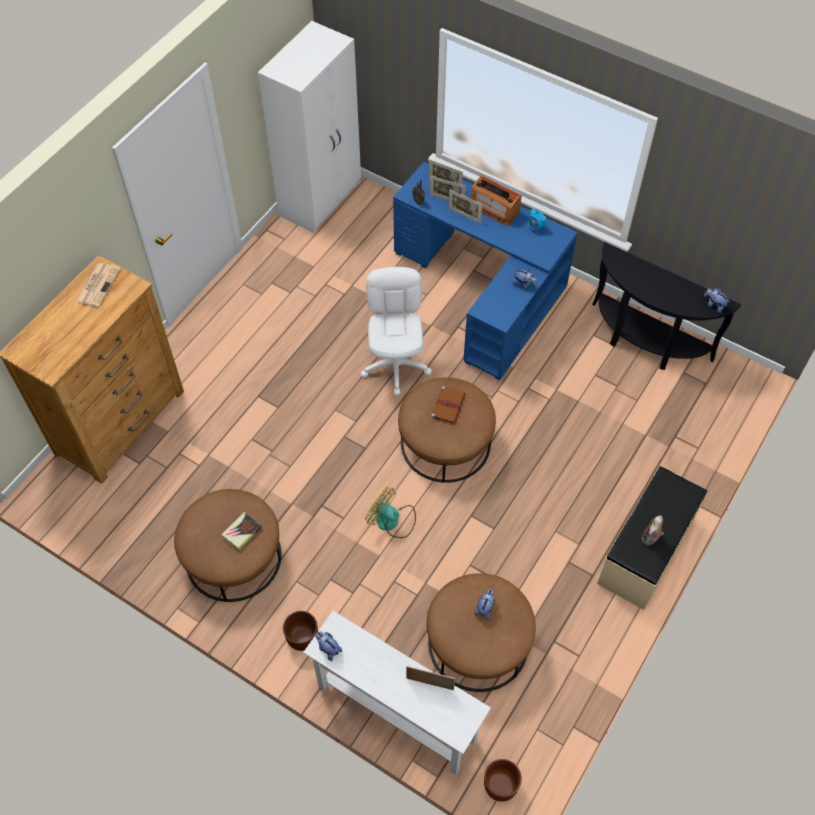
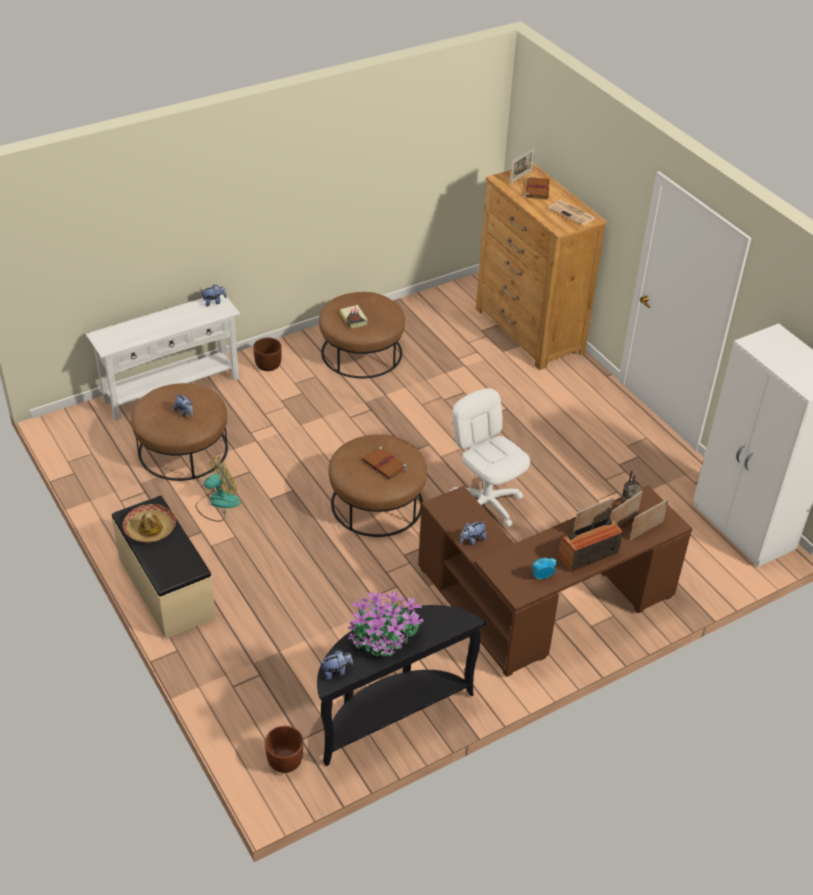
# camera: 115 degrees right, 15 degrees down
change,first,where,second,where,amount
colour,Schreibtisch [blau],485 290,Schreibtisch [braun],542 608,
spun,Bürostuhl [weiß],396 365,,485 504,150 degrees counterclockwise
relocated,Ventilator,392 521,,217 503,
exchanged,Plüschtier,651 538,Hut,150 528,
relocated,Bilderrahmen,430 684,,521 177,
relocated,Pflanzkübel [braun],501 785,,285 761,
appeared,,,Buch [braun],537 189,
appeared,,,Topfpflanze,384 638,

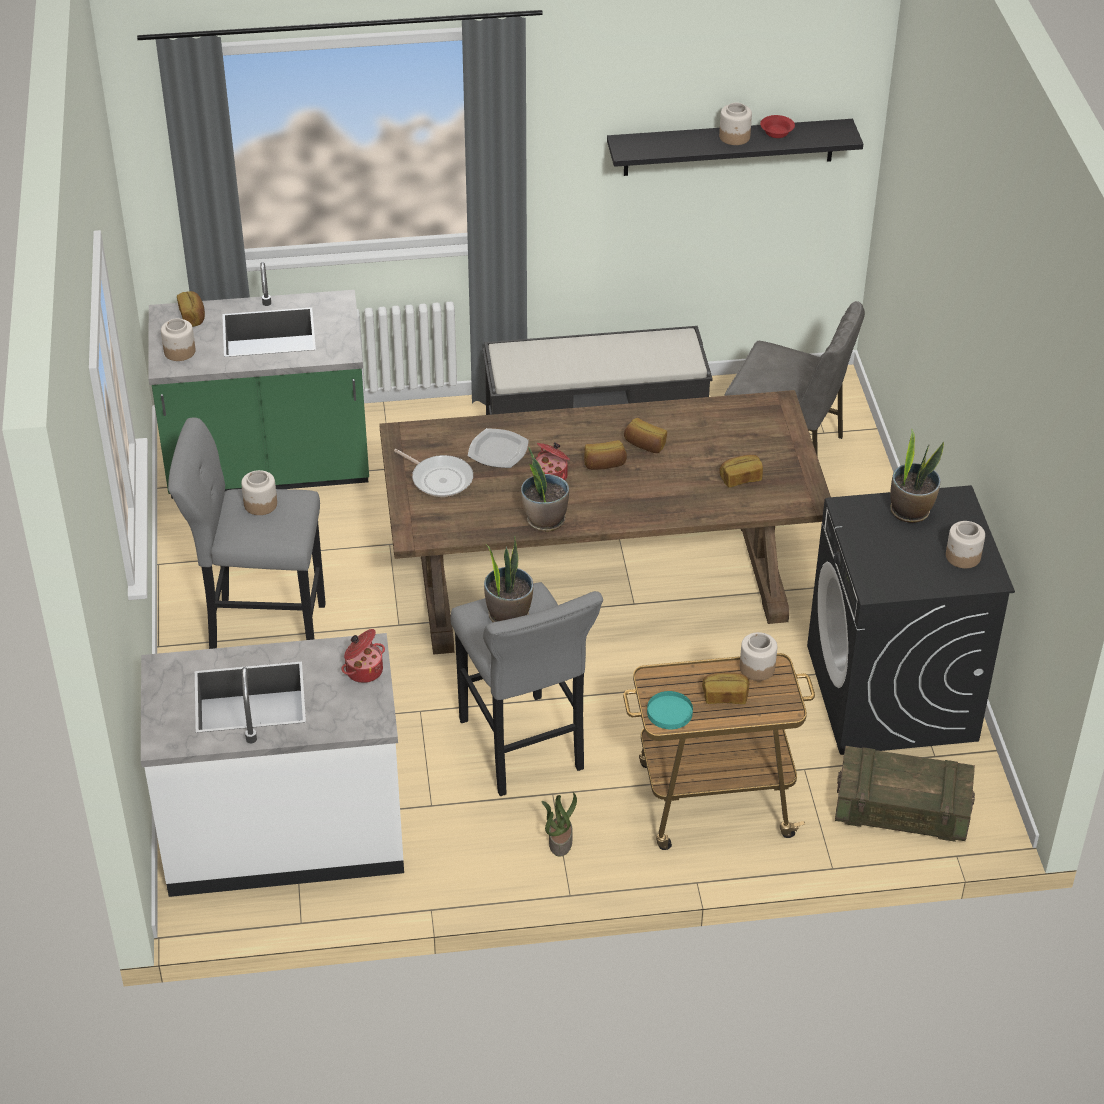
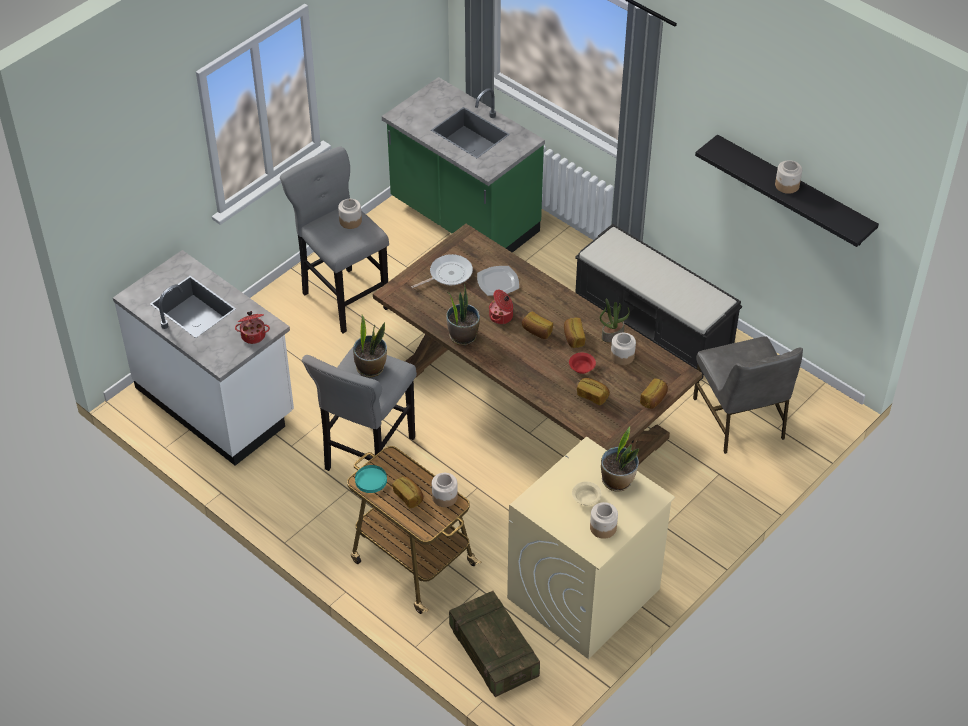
# camera: 50 degrees right, 5 degrees up
change,first,where,second,where,amount
relocated,Schüssel [rot],776 133,,581 367,
relocated,Brot,192 317,,654 399,
relocated,Vorratsglas,179 351,,622 356,
spun,Pfanne,439 479,,448 274,120 degrees counterclockwise
colour,Waschmaschine [schwarz],892 694,Waschmaschine [beige],583 594,
relocated,Topfpflanze,560 841,,612 334,
appeared,,,Schüssel [beige],586 497,

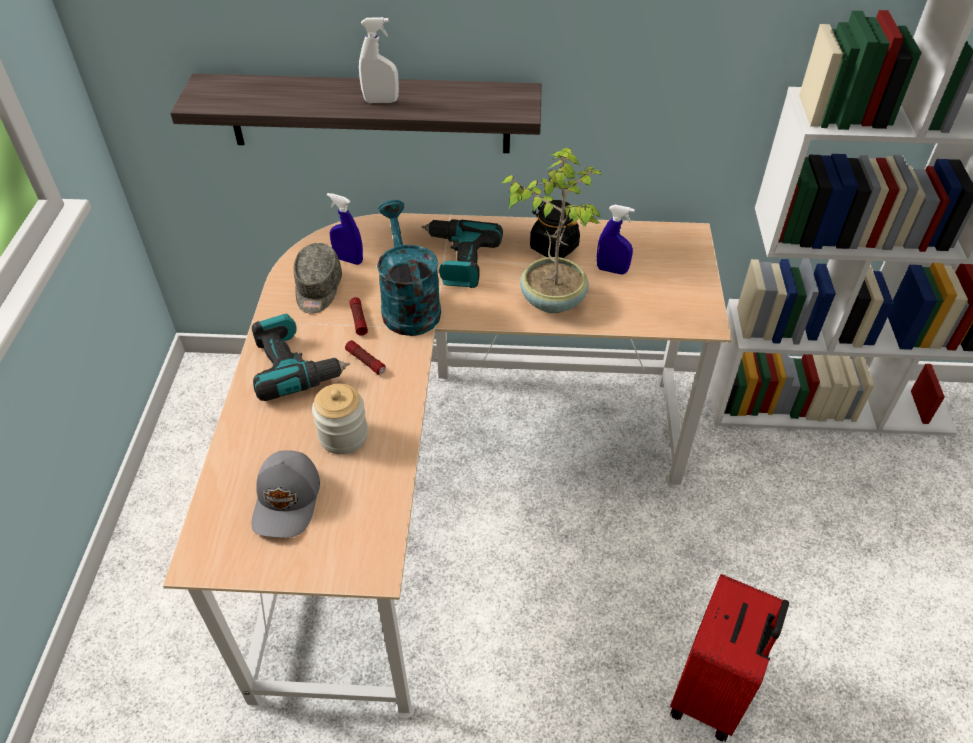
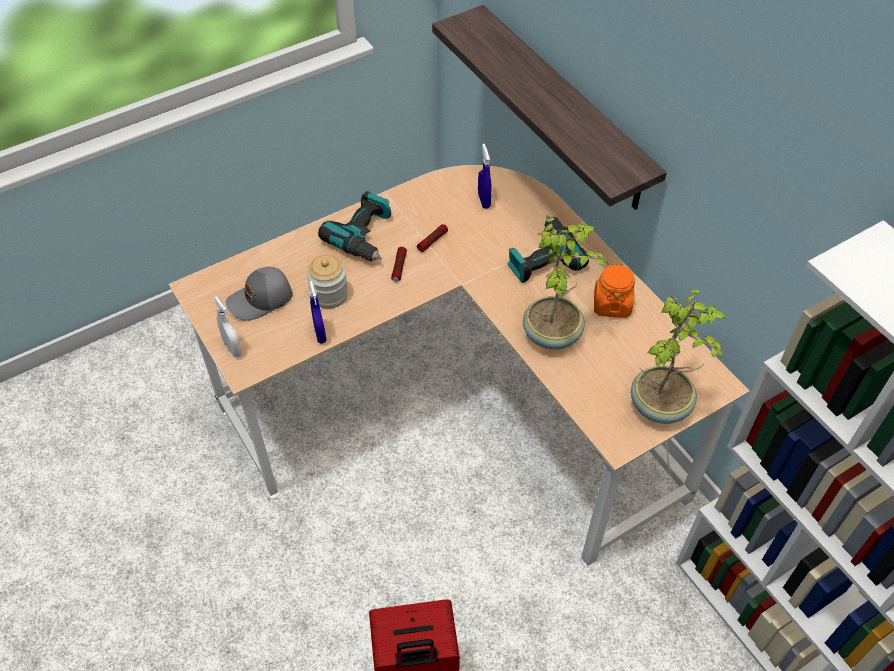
# camera: 55 degrees right, 5 degrees up
change,first,where,second,where,amount
relocated,Sprühflasche [weiß],381 101,,233 348,
missing,Gießkanne [türkis],408 304,,,
colour,Vorratsglas [schwarz],553 247,Vorratsglas [orange],611 304,
relocated,Sprühflasche [blau],612 270,,320 334,
missing,Kappe [grau],318 289,,,
appeared,,,Topfpflanze,661 405,

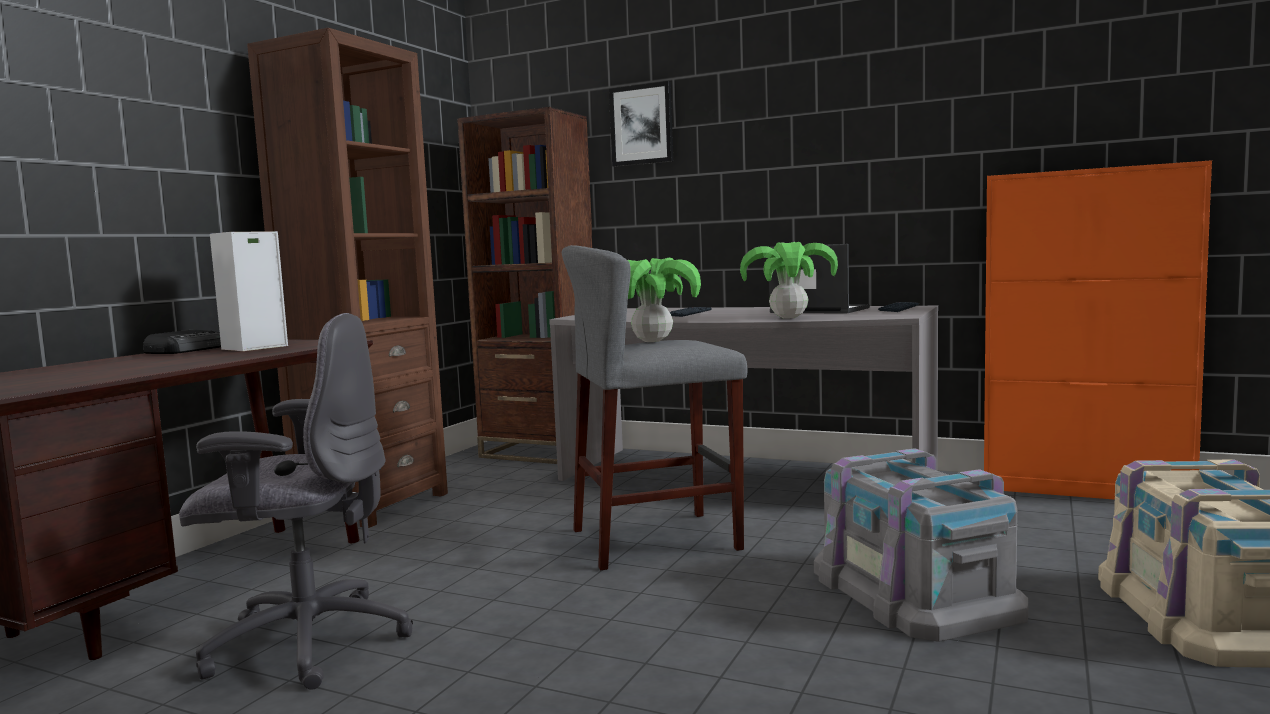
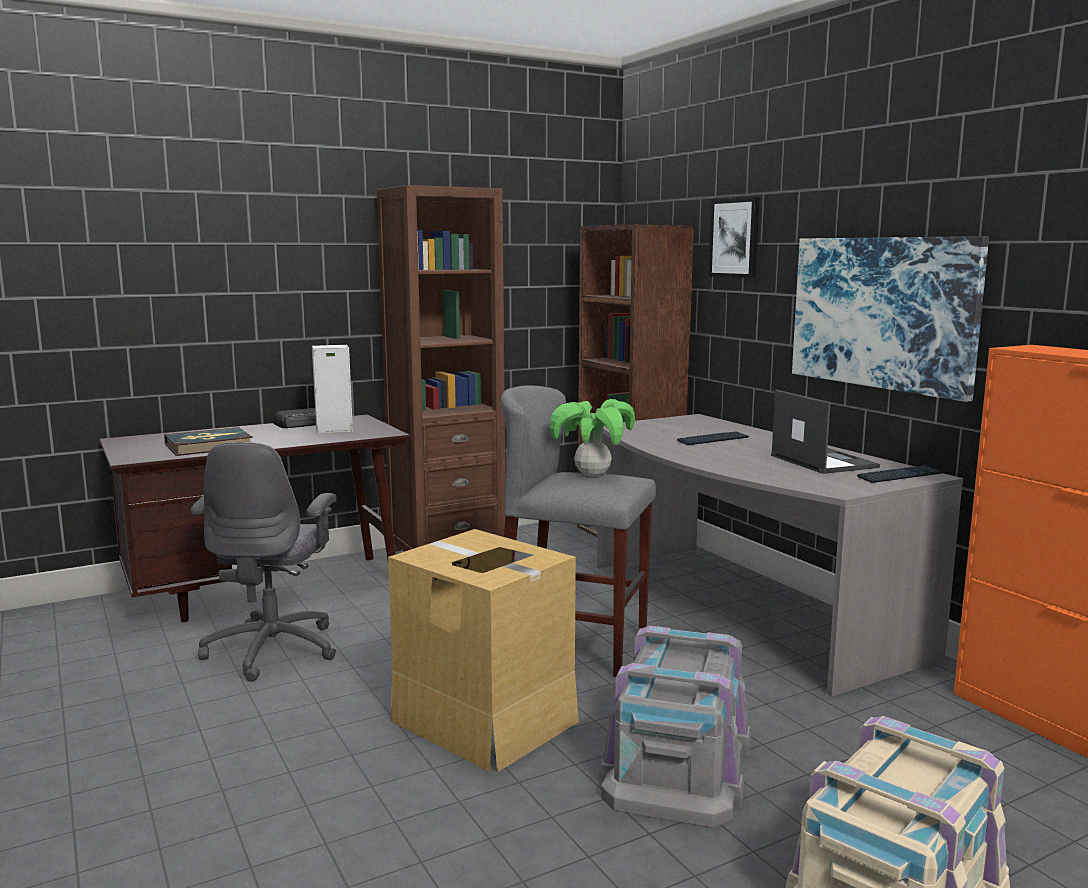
# camera: 35 degrees right, 5 degrees up
change,first,where,second,where,amount
missing,Topfpflanze,788 317,,,
spun,Bürostuhl [grau],306 643,,274 649,60 degrees clockwise
appeared,,,Bild,882 312,
appeared,,,Buch,209 446,
appeared,,,Karton,483 721,

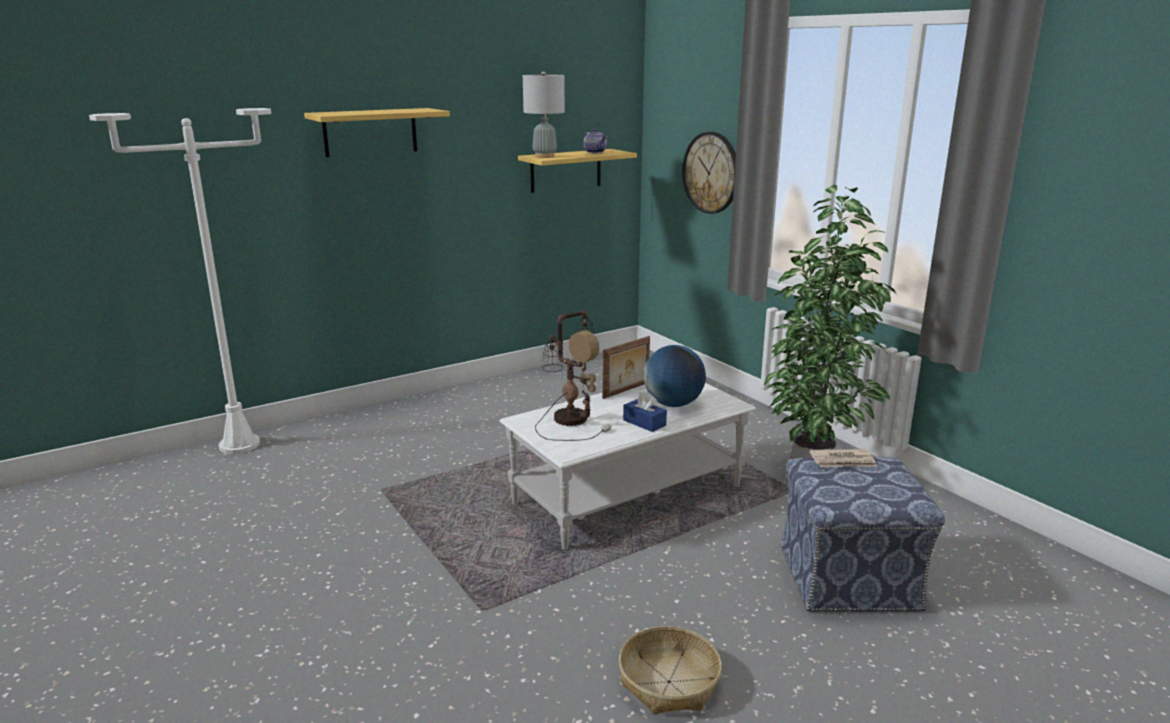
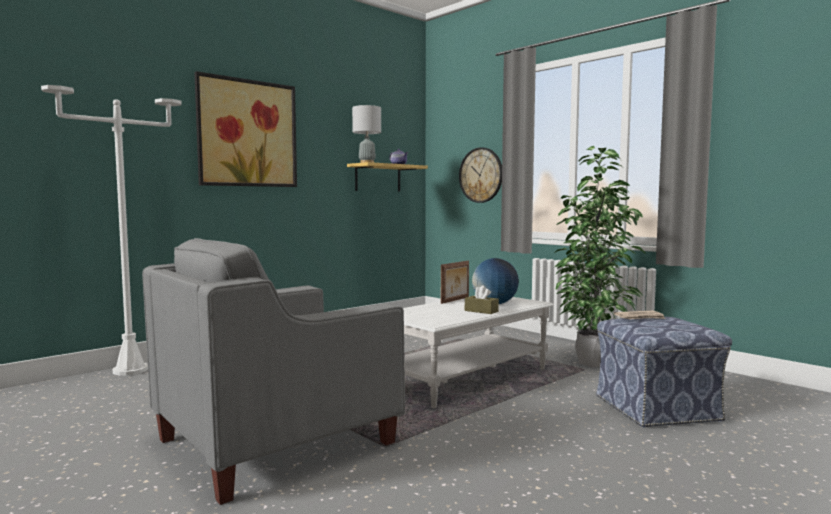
# camera: 10 degrees left, 15 degrees down
change,first,where,second,where,amount
exchanged,Wandregal,370 132,Bild,247 133,
missing,Tischlampe,570 418,,,
colour,Taschentuchbox [blau],644 423,Taschentuchbox [braun],481 311,
missing,Korb,668 682,,,
appeared,,,Sessel [grau],276 441,

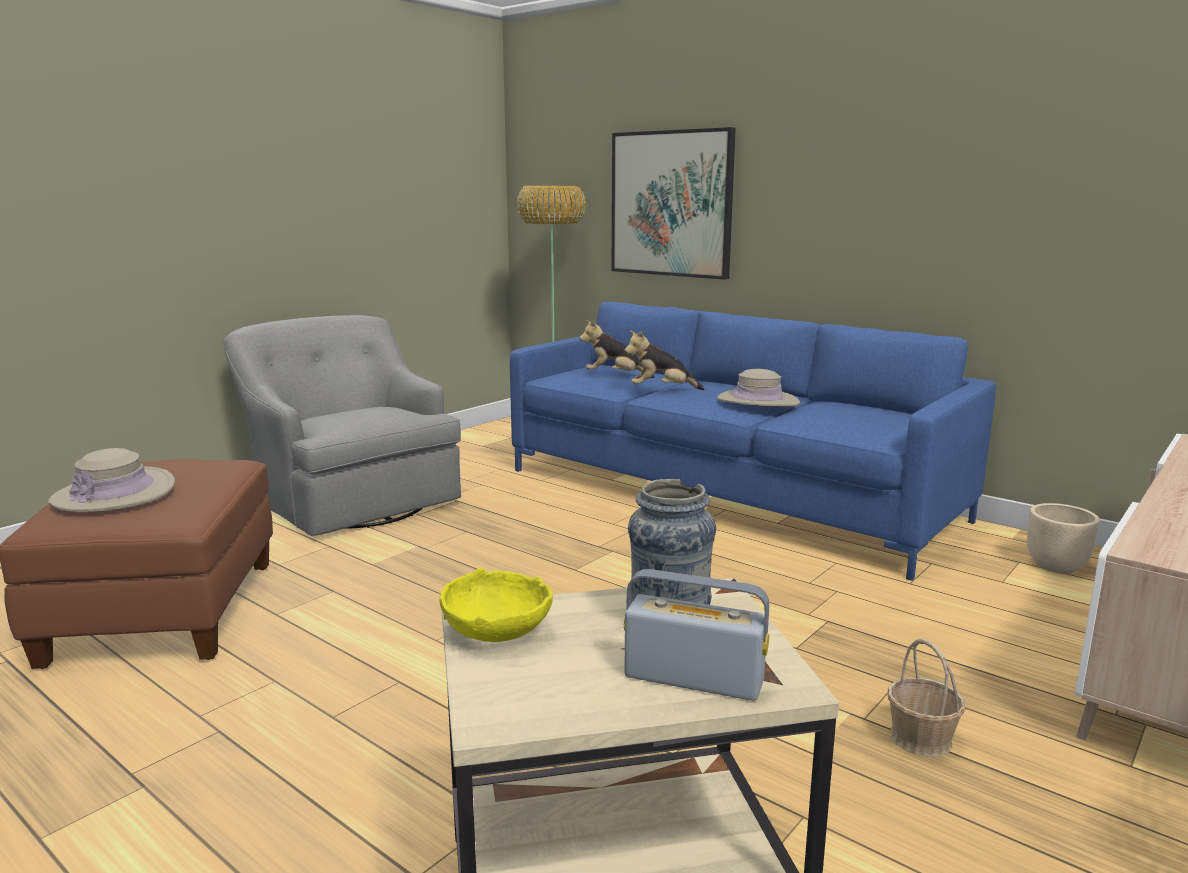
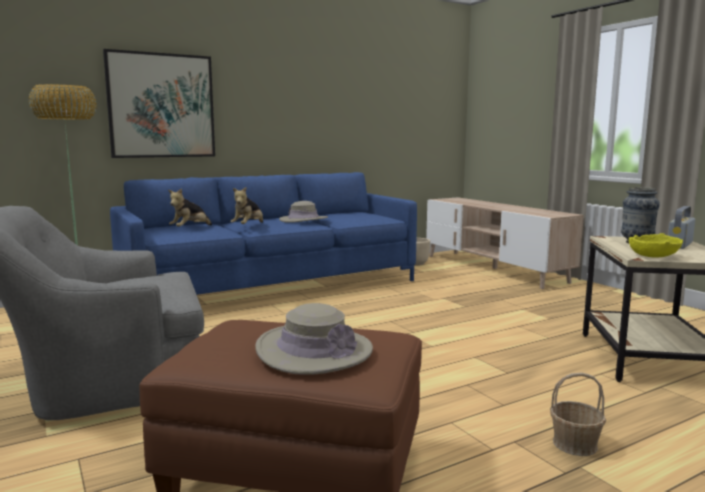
# camera: 70 degrees left, 5 degrees down
change,first,where,second,where,amount
relocated,Korb,921 738,,575 444,

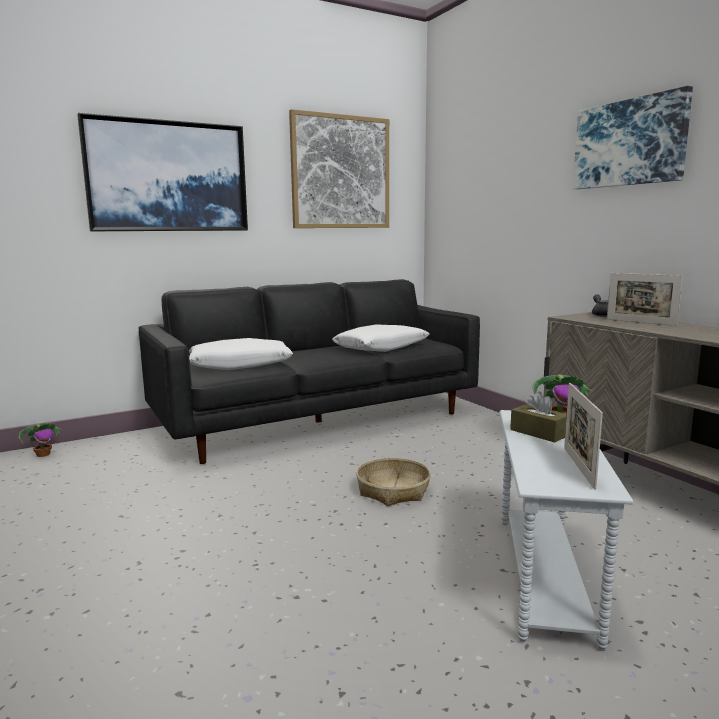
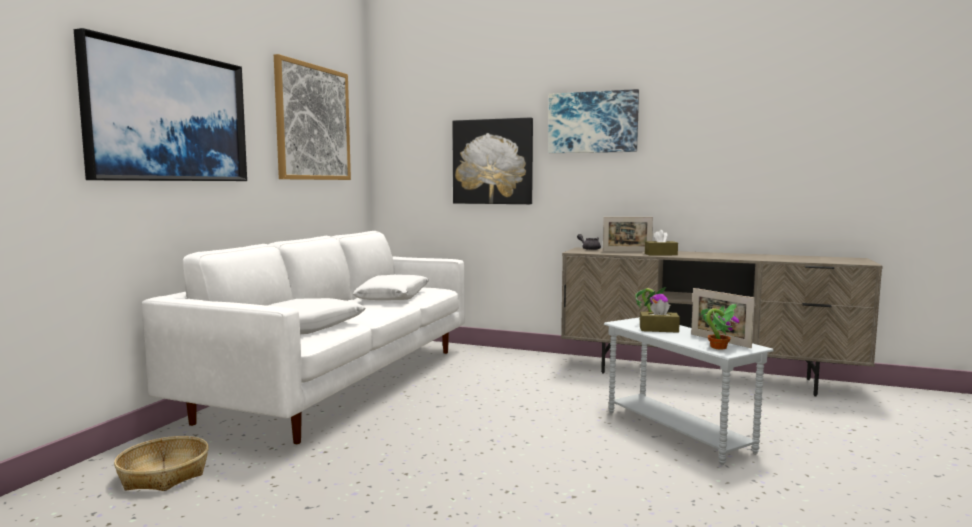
# camera: 40 degrees left, 5 degrees down
change,first,where,second,where,amount
colour,Sofa [schwarz],319 422,Sofa [weiß],342 383,
relocated,Topfpflanze,43 454,,718 347,
relocated,Korb,393 490,,164 474,
appeared,,,Bild,493 162,
appeared,,,Taschentuchbox [braun],660 254,

